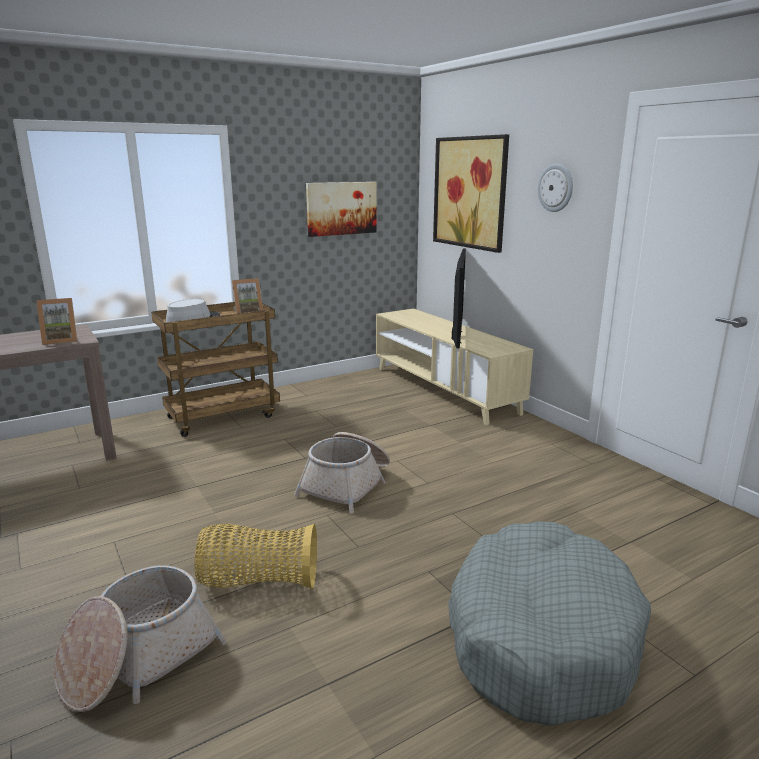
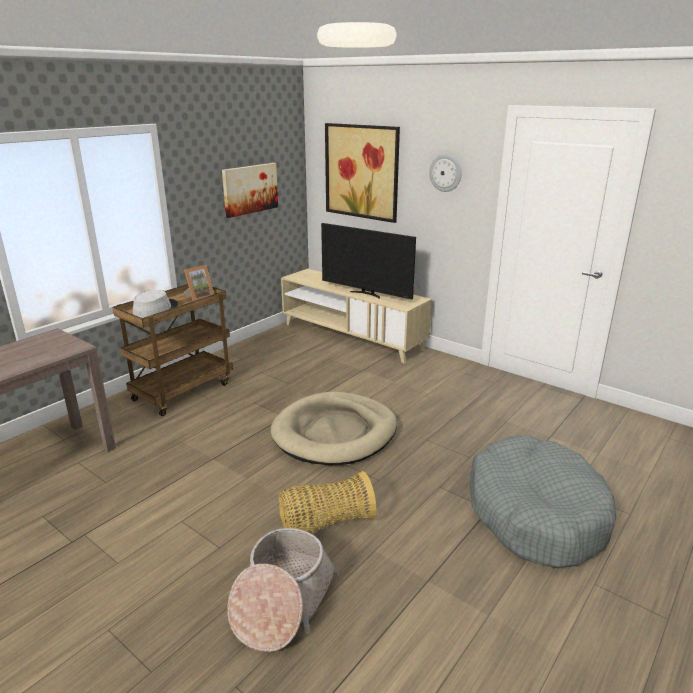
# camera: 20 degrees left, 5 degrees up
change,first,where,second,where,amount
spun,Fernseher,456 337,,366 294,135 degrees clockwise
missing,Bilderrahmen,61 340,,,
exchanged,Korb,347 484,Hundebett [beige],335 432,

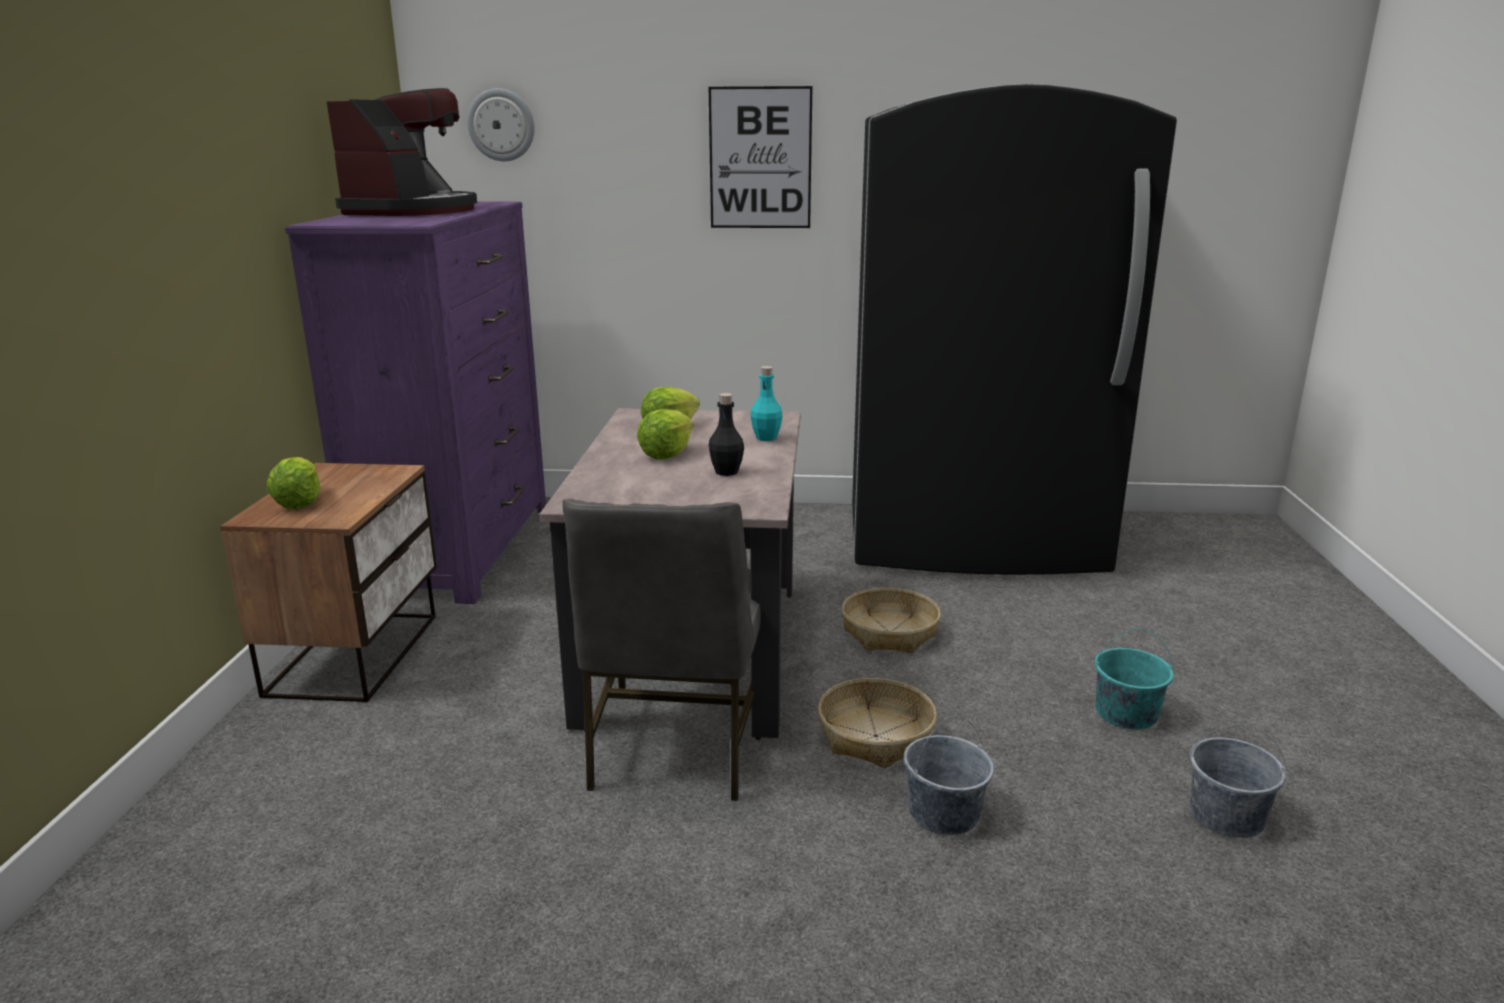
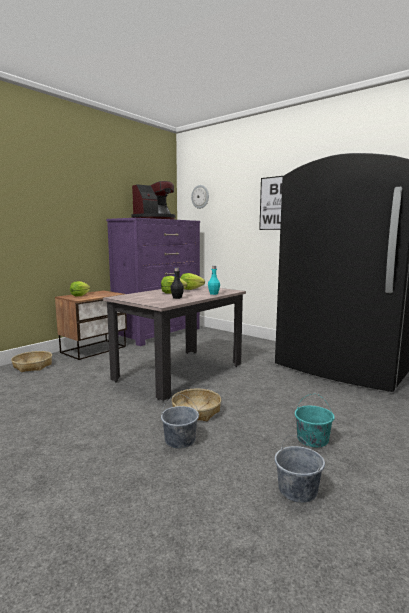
# camera: 35 degrees right, 10 degrees down
change,first,where,second,where,amount
missing,Stuhl [grau],676 745,,,
relocated,Korb,890 633,,33 366,

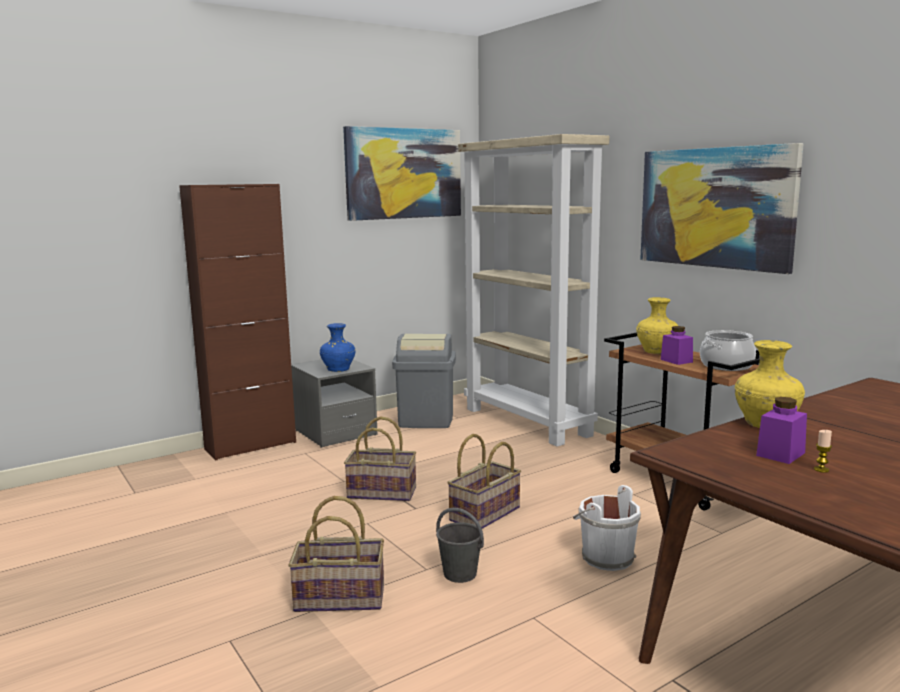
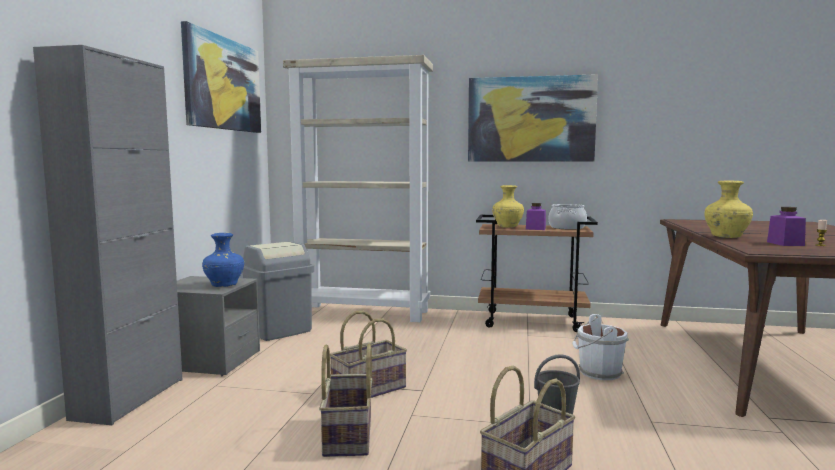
# camera: 45 degrees left, 5 degrees down
change,first,where,second,where,amount
colour,Schrank [braun],250 446,Schrank [grau],129 398,
relocated,Korb,485 514,,349 435,

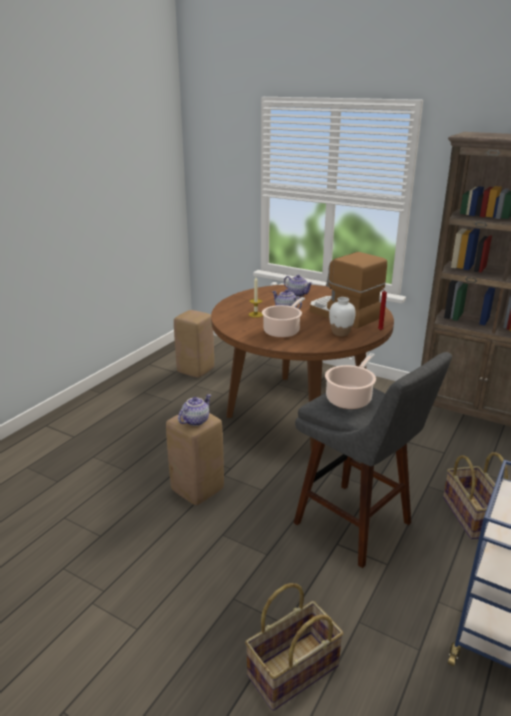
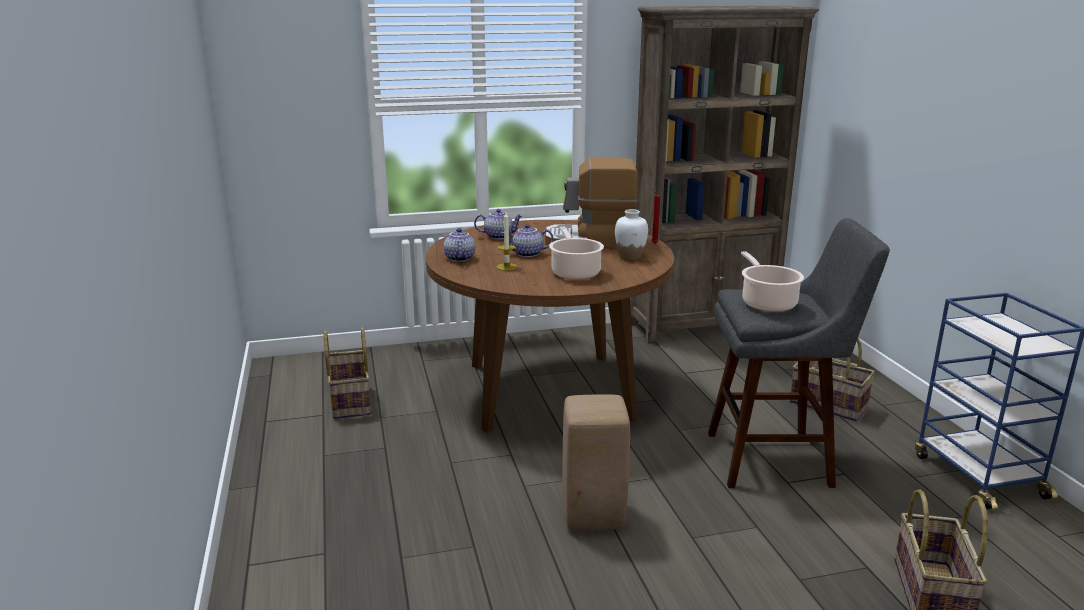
# camera: 45 degrees left, 5 degrees down
change,first,where,second,where,amount
exchanged,Hocker [beige],195 370,Korb,349 401,
relocated,Teekanne,195 420,,459 258,

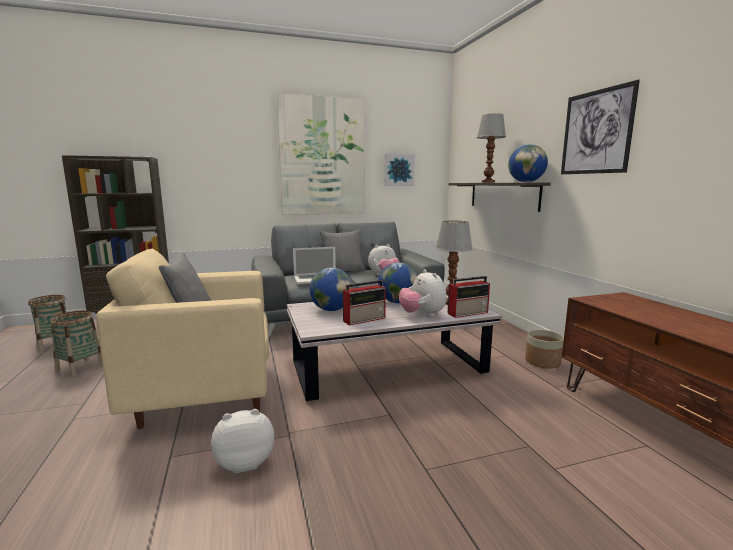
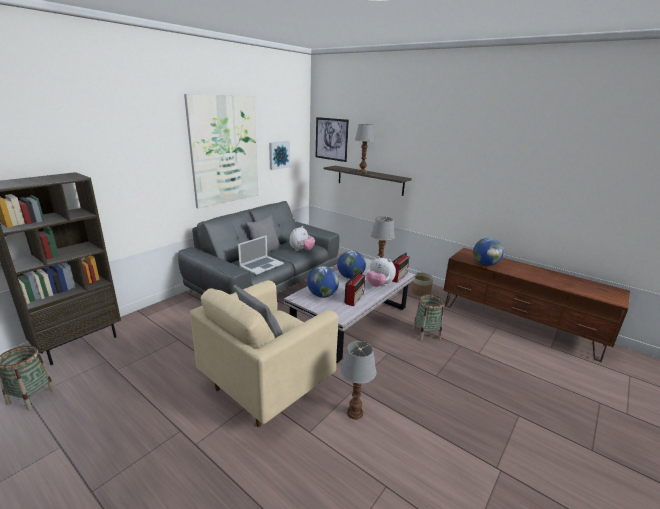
# camera: 35 degrees left, 10 degrees up
change,first,where,second,where,amount
relocated,Bild,596 132,,331 139,
relocated,Globus,526 182,,485 264,
relocated,Korb,80 367,,426 333,
exchanged,Plüschtier,245 462,Tischlampe,354 413,

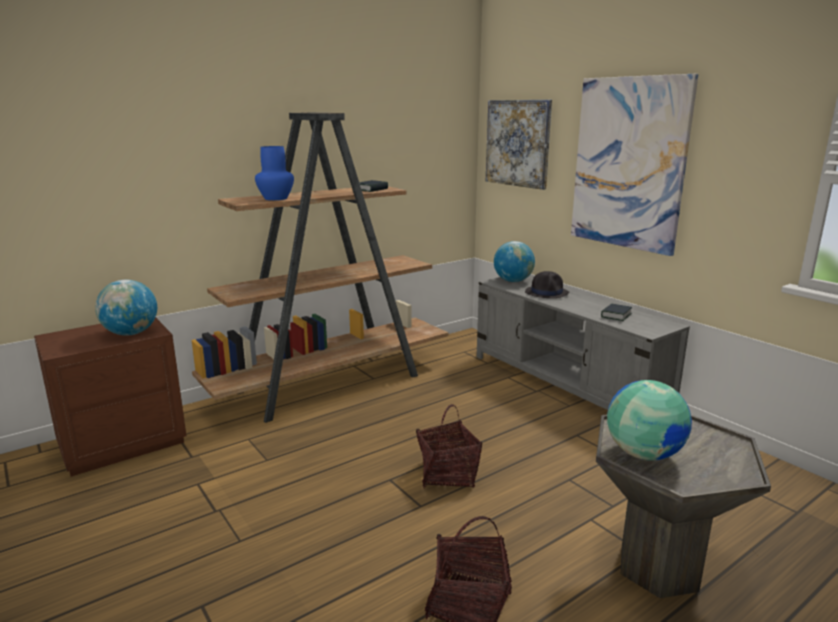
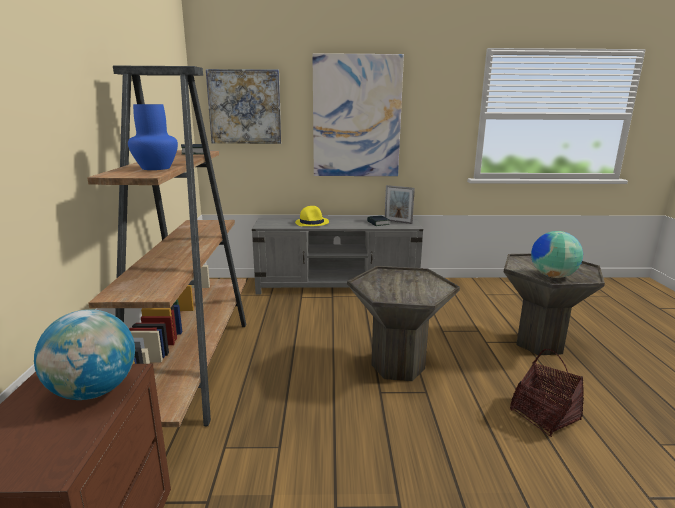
# camera: 55 degrees left, 0 degrees up
change,first,where,second,where,amount
missing,Globus,513 281,,,
colour,Hut [schwarz],547 293,Hut [gelb],312 222,
exchanged,Korb,447 474,Beistelltisch [grau],397 366,
appeared,,,Bilderrahmen,398 222,

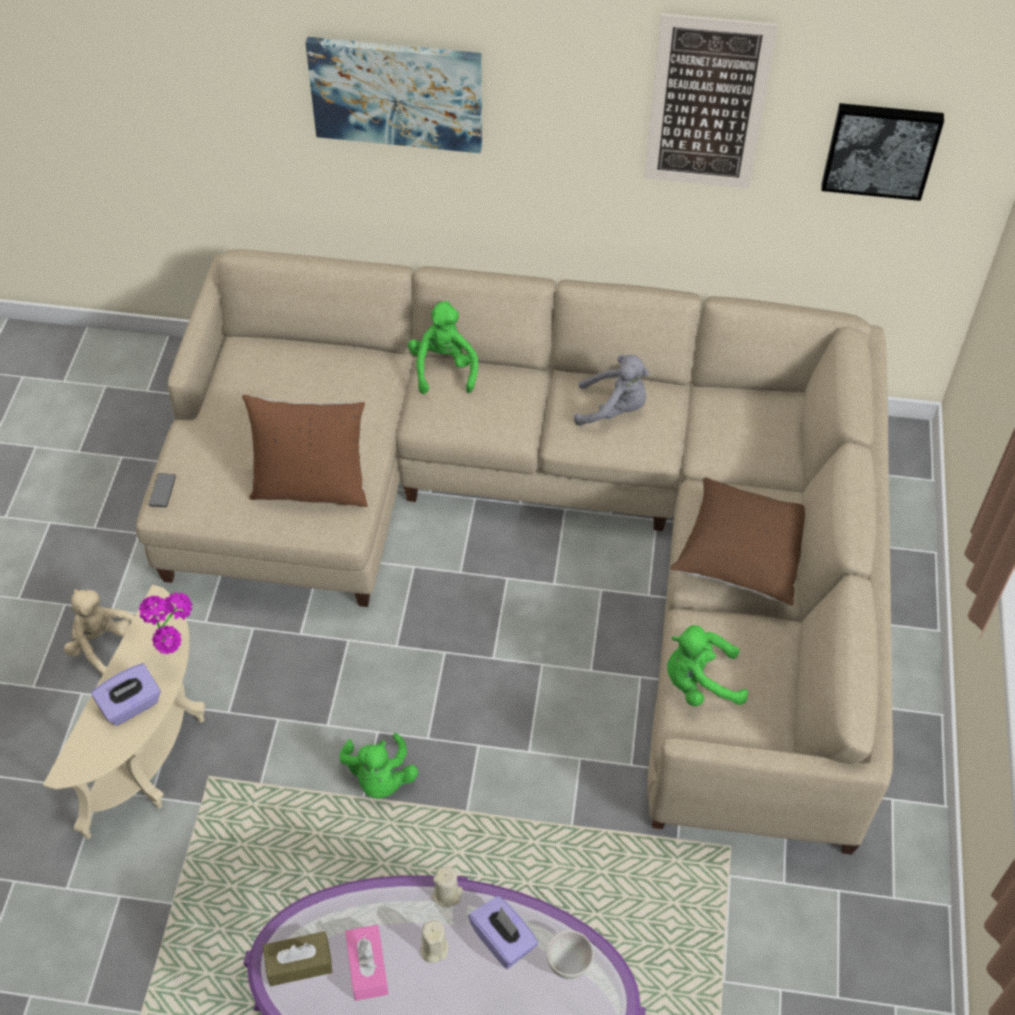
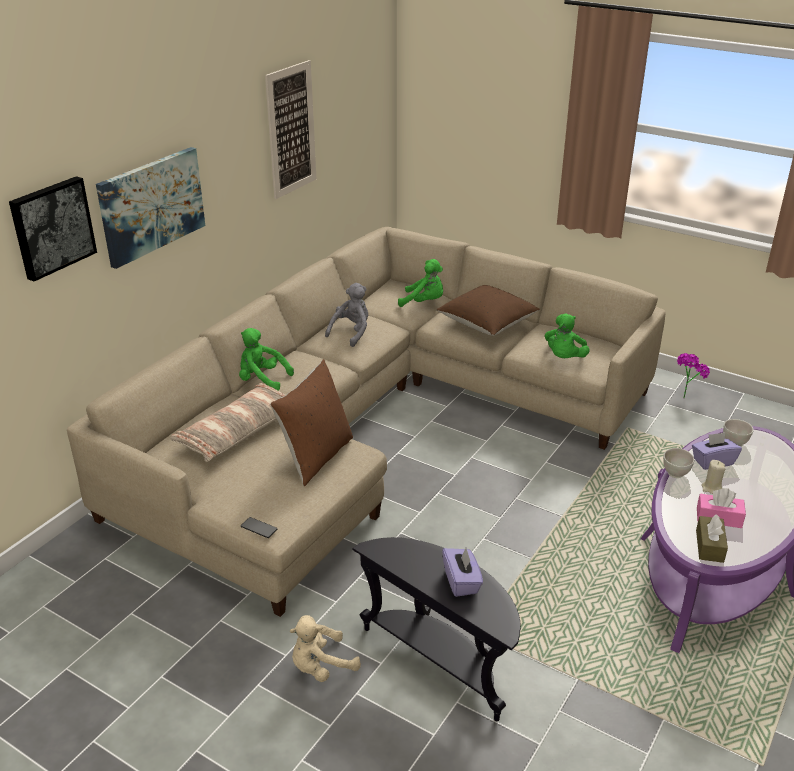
# camera: 65 degrees left, 20 degrees down
change,first,where,second,where,amount
relocated,Bild,880 149,,51 227,
colour,Beistelltisch [beige],154 754,Beistelltisch [schwarz],441 659,
relocated,Topfpflanze,178 653,,685 395,
relocated,Plüschtier [grün],380 778,,424 302,
exchanged,Kerze [beige],447 894,Schüssel [weiß],675 474,
appeared,,,Kissen,238 431,

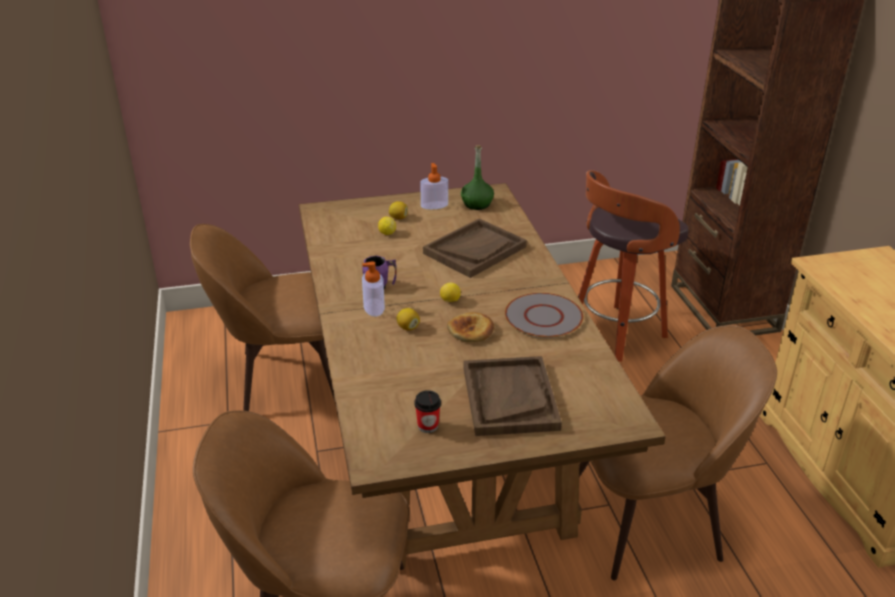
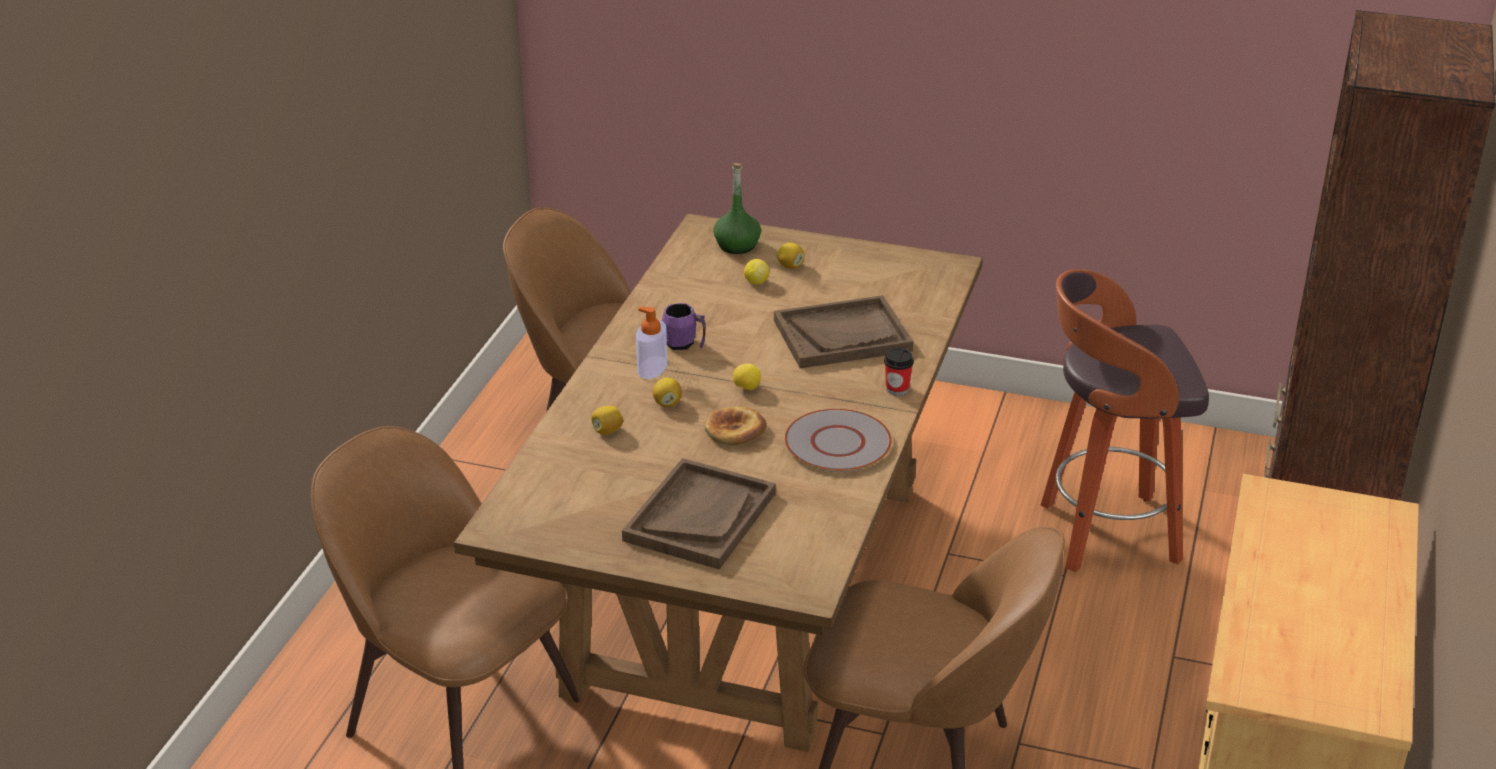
# camera: 30 degrees right, 0 degrees up
change,first,where,second,where,amount
relocated,Flasche [grün],477 204,,737 245,
missing,Seifenspender,434 205,,,
relocated,Tasse,428 426,,897 389,
appeared,,,Zitrone,607 431,

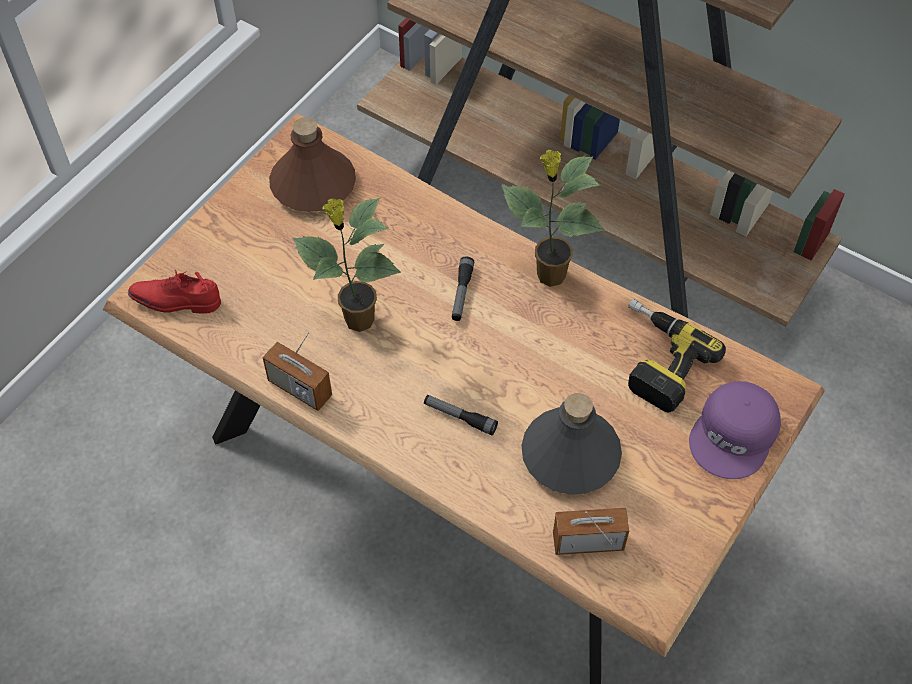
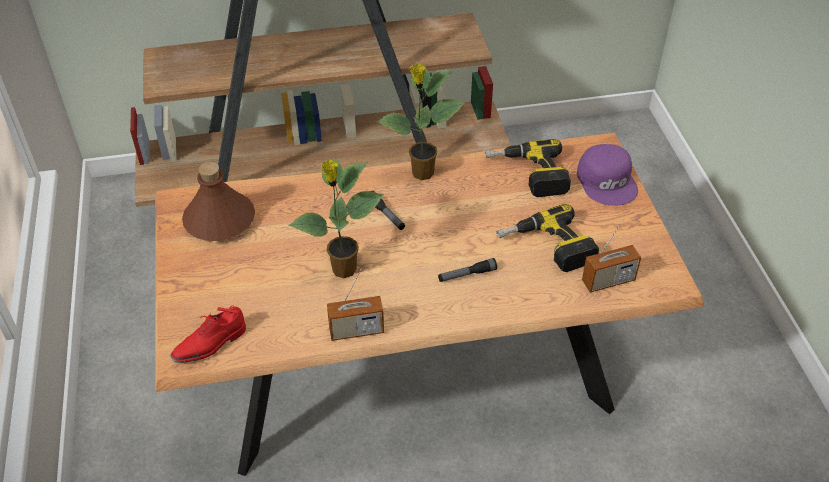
# camera: 45 degrees left, 10 degrees down
change,first,where,second,where,amount
exchanged,Flasche [grau],571 455,Bohrmaschine,546 248,
spun,Radio,588 542,,608 281,150 degrees counterclockwise

